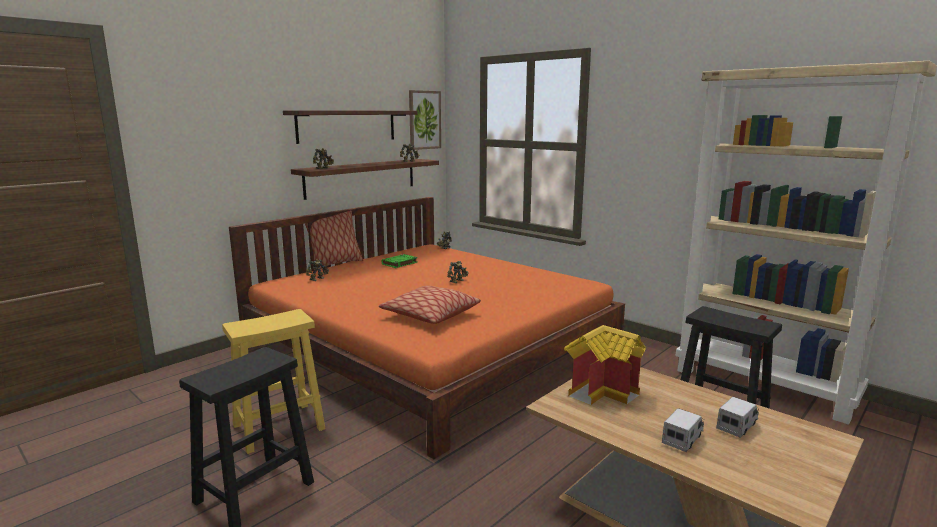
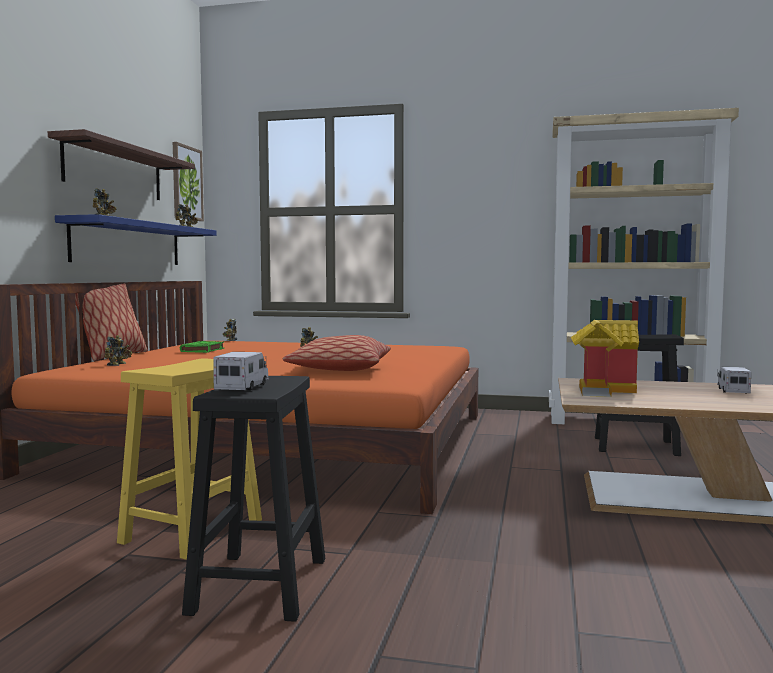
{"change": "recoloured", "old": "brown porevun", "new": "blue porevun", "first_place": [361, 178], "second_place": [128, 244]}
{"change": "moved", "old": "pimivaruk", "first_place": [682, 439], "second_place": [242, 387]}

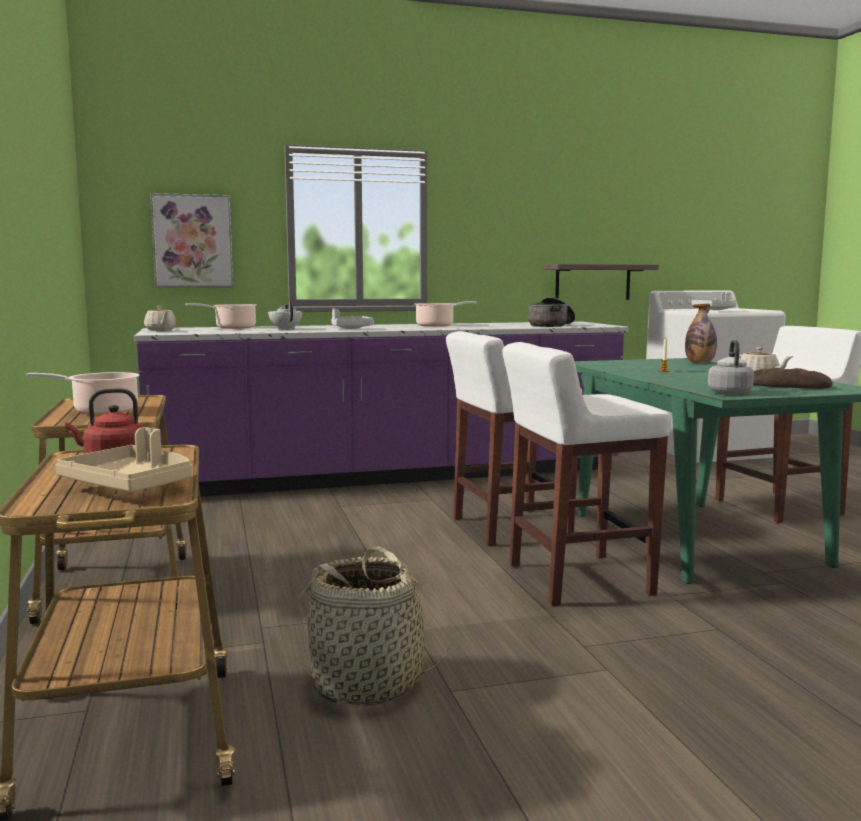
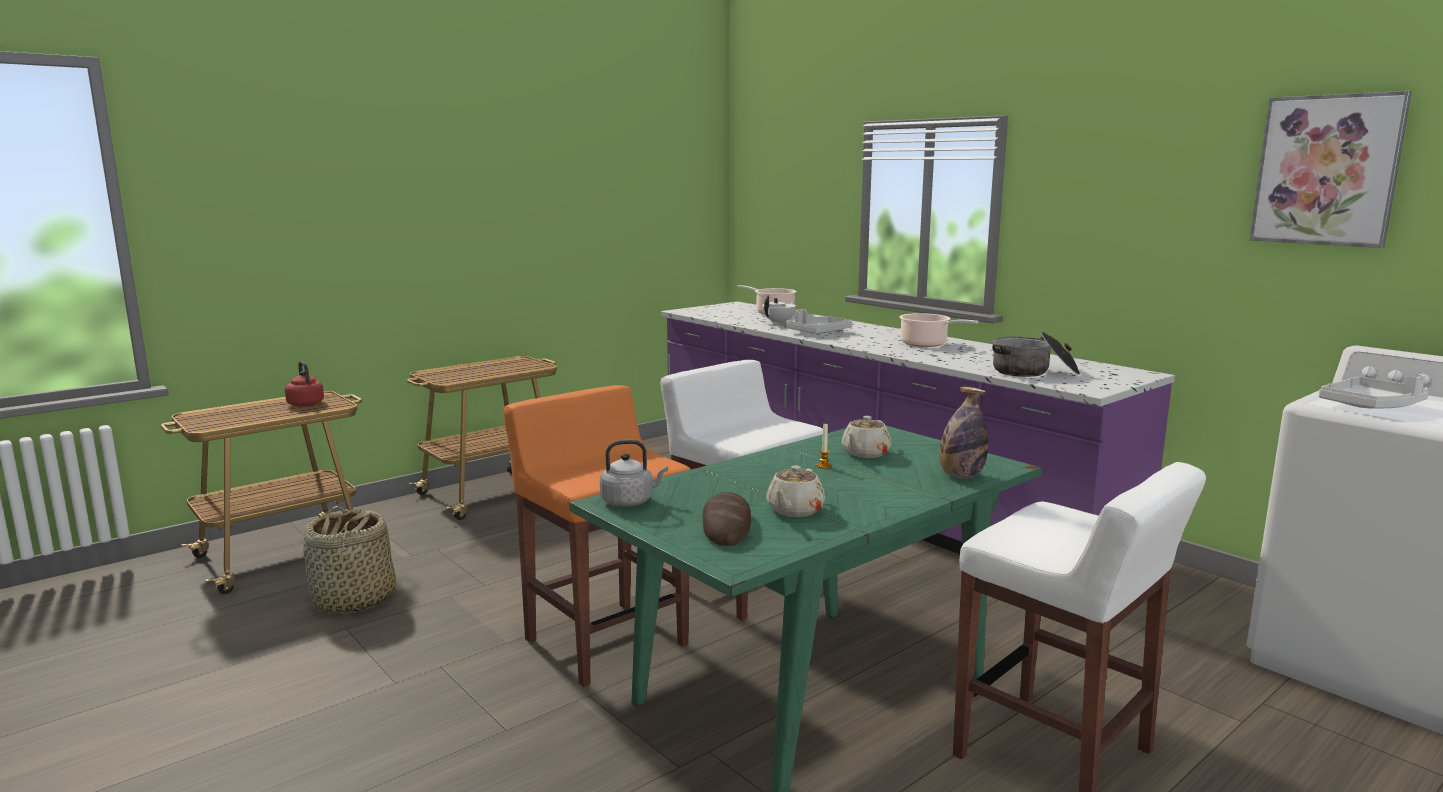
{"change": "removed", "old": "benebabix", "first_place": [101, 411]}
{"change": "removed", "old": "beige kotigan", "first_place": [131, 485]}
{"change": "moved", "old": "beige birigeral", "first_place": [160, 330], "second_place": [865, 453]}
{"change": "moved", "old": "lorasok", "first_place": [192, 241], "second_place": [1327, 170]}
{"change": "recoloured", "old": "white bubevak", "new": "orange bubevak", "first_place": [576, 579], "second_place": [605, 641]}
{"change": "removed", "old": "porevun", "first_place": [593, 282]}

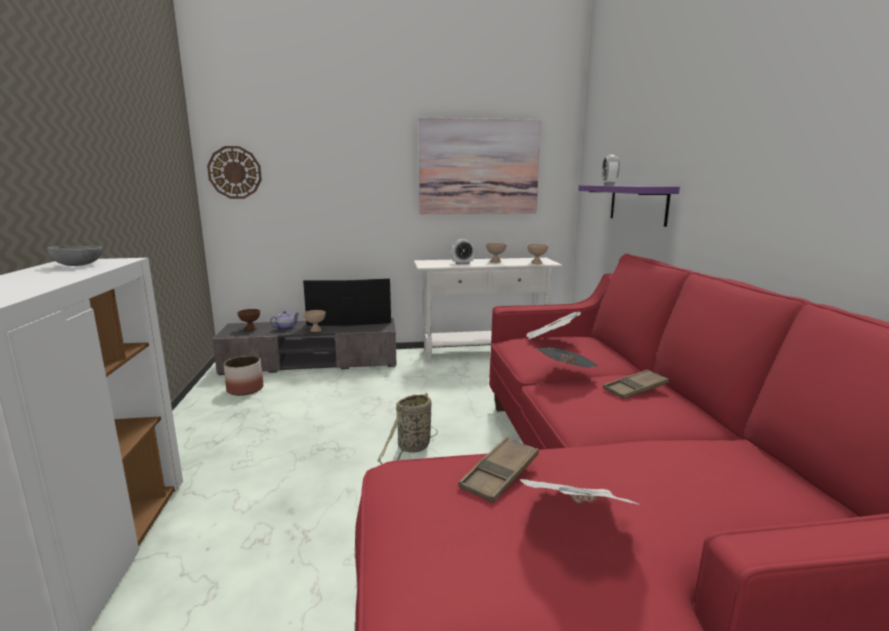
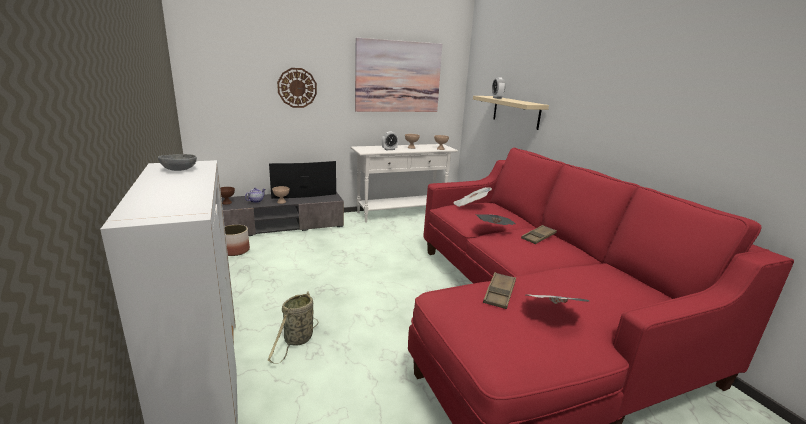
{"change": "moved", "old": "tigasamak", "first_place": [235, 172], "second_place": [297, 88]}
{"change": "moved", "old": "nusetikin", "first_place": [412, 448], "second_place": [297, 340]}
{"change": "recoloured", "old": "purple porevun", "new": "beige porevun", "first_place": [638, 204], "second_place": [516, 112]}

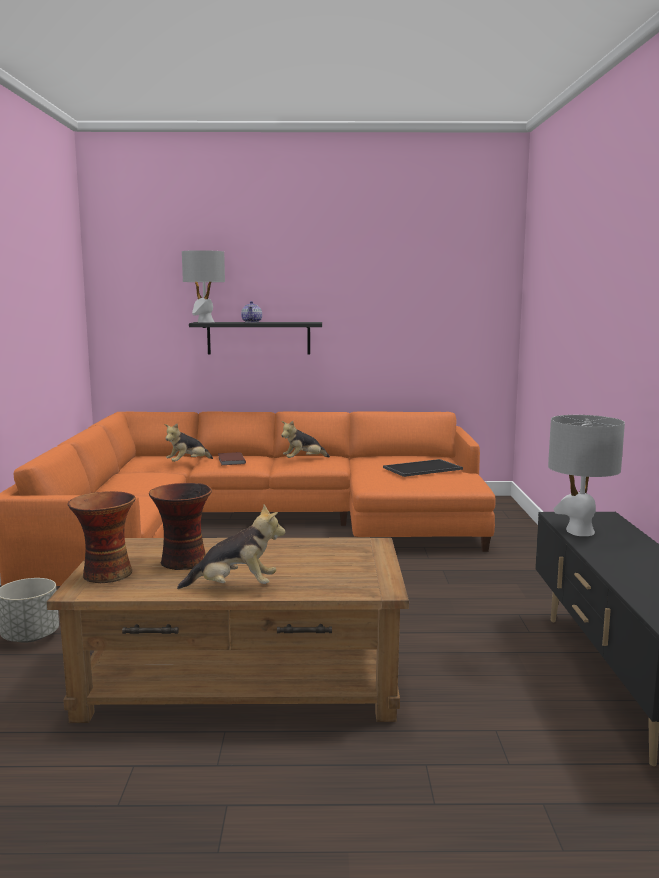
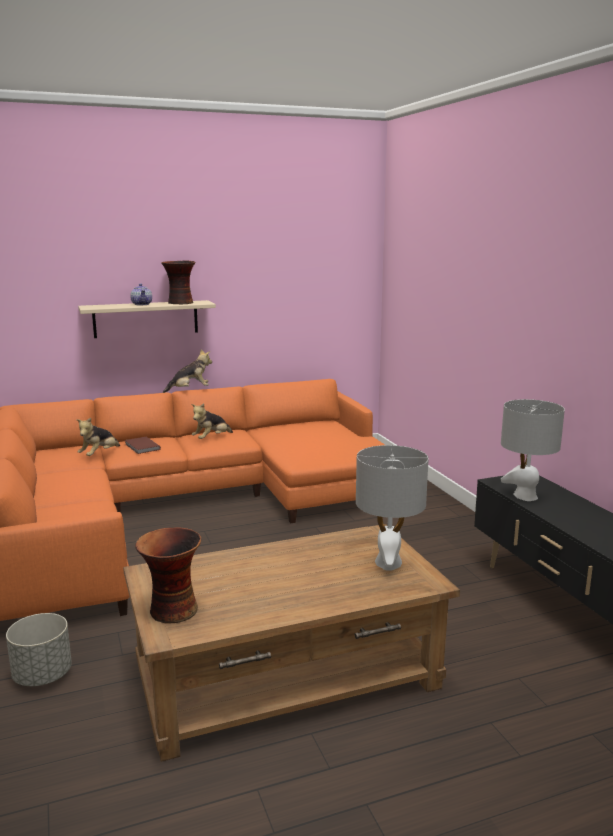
{"change": "moved", "old": "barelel", "first_place": [183, 562], "second_place": [180, 303]}
{"change": "moved", "old": "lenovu", "first_place": [235, 587], "second_place": [190, 390]}
{"change": "moved", "old": "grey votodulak", "first_place": [205, 322], "second_place": [388, 563]}
{"change": "recoloured", "old": "black porevun", "new": "beige porevun", "first_place": [258, 338], "second_place": [146, 319]}
{"change": "removed", "old": "kotigan", "first_place": [422, 469]}

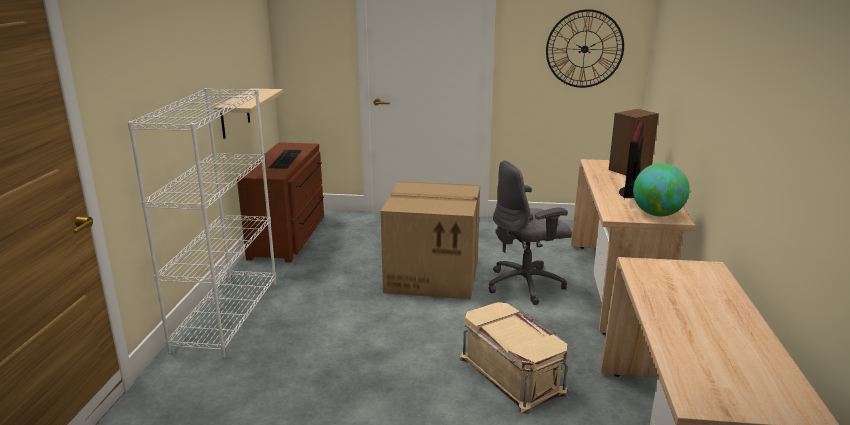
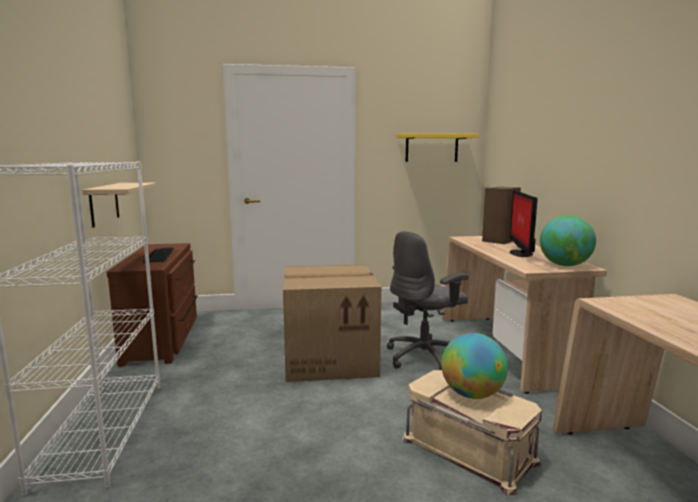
{"change": "replaced", "old": "tigasamak", "new": "yellow porevun", "first_place": [584, 49], "second_place": [431, 148]}
{"change": "added", "new": "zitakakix", "second_place": [472, 394]}

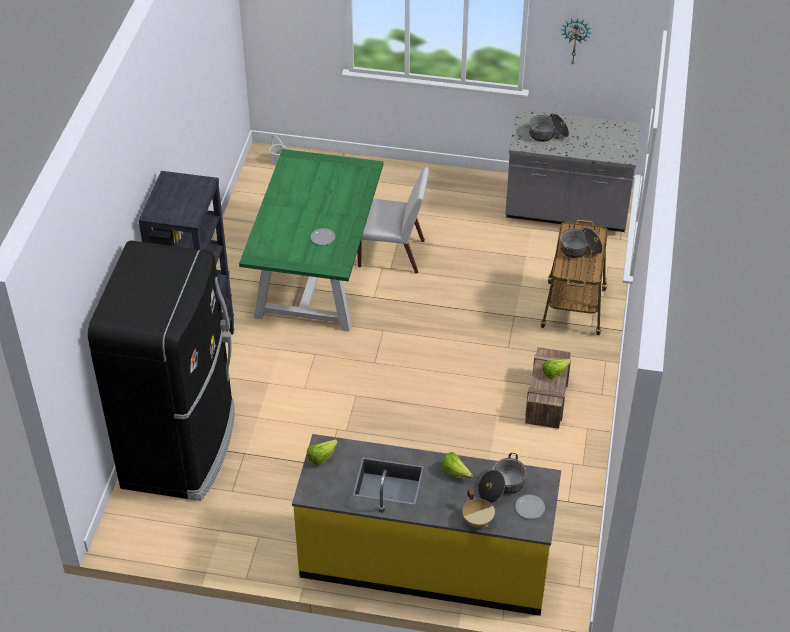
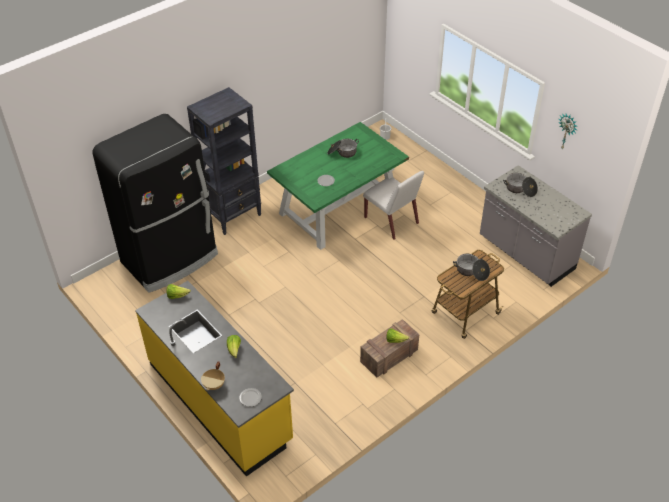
{"change": "moved", "old": "benebabix", "first_place": [502, 486], "second_place": [342, 152]}

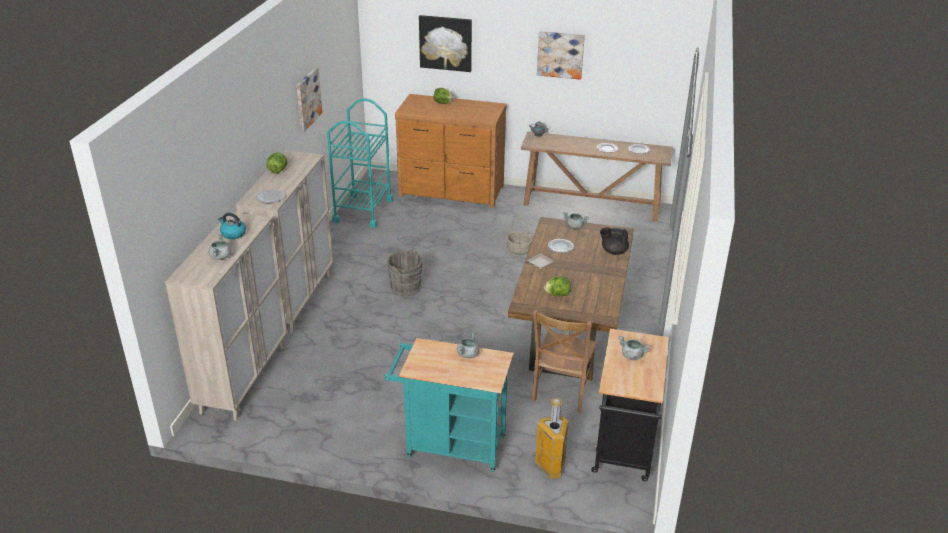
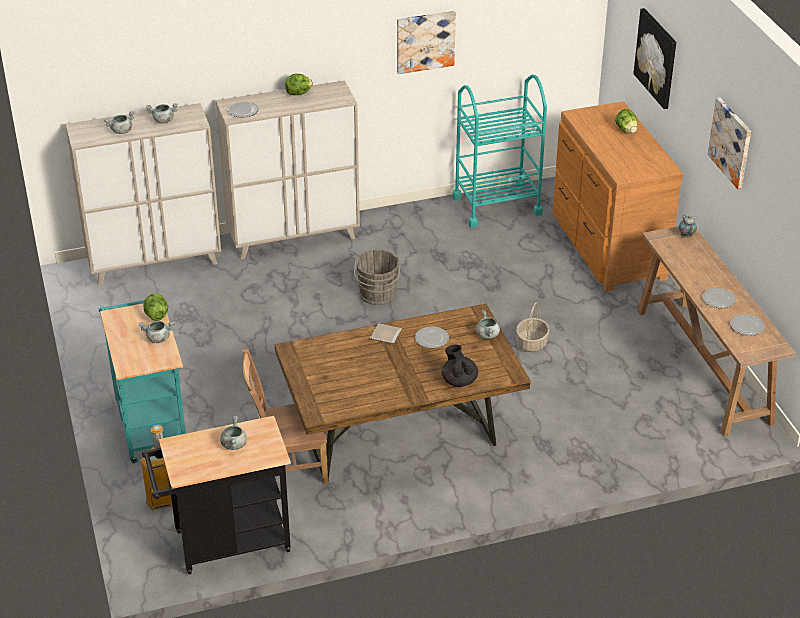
{"change": "replaced", "old": "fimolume", "new": "grey benebabix", "first_place": [233, 234], "second_place": [163, 120]}
{"change": "moved", "old": "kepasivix", "first_place": [557, 294], "second_place": [156, 315]}

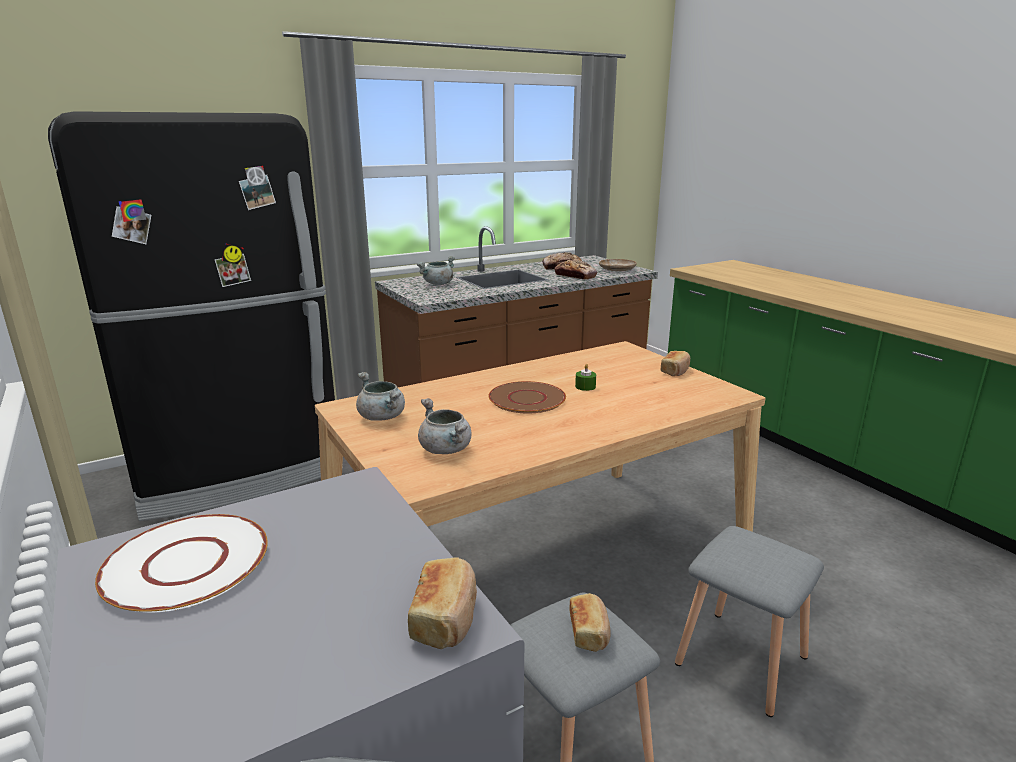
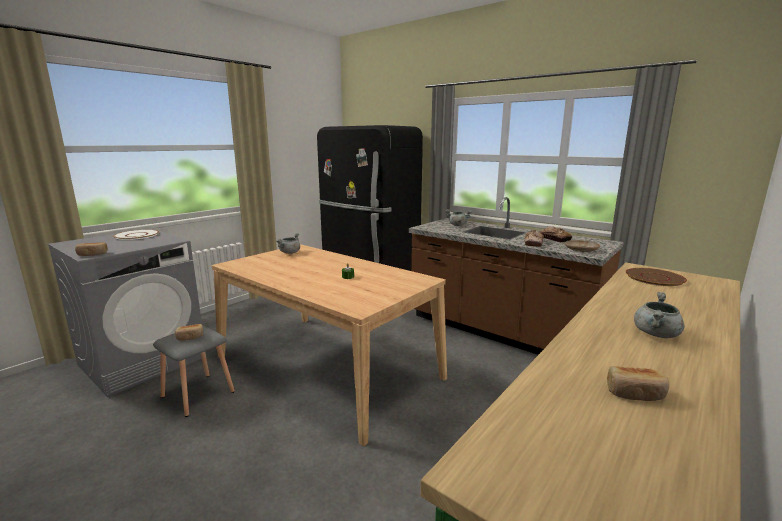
{"change": "moved", "old": "grey benebabix", "first_place": [446, 450], "second_place": [656, 334]}
{"change": "moved", "old": "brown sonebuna", "first_place": [526, 399], "second_place": [654, 278]}
{"change": "moved", "old": "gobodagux", "first_place": [675, 371], "second_place": [635, 393]}
{"change": "removed", "old": "grey bubevak", "first_place": [741, 662]}

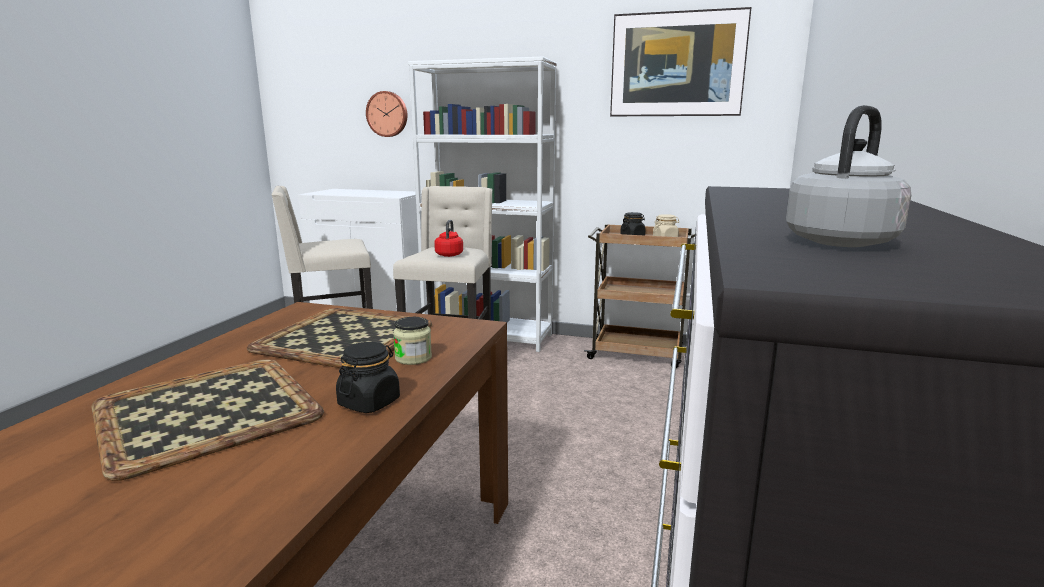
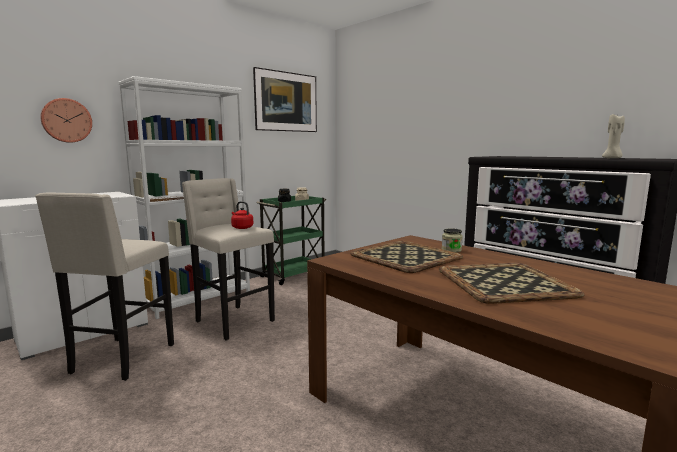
{"change": "removed", "old": "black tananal", "first_place": [369, 402]}
{"change": "recoloured", "old": "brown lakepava", "new": "green lakepava", "first_place": [638, 353], "second_place": [294, 274]}
{"change": "replaced", "old": "grey fimolume", "new": "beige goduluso", "first_place": [842, 241], "second_place": [612, 158]}

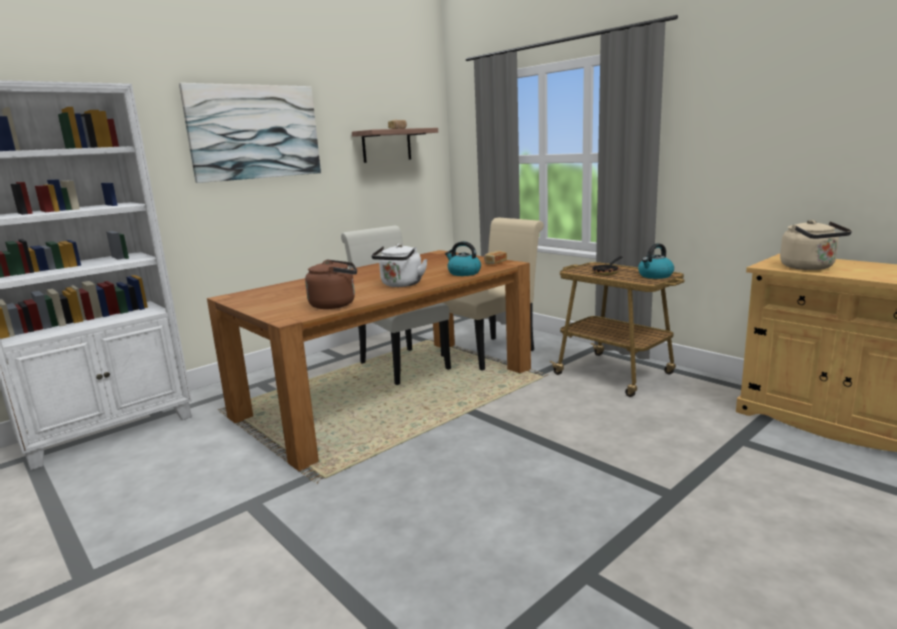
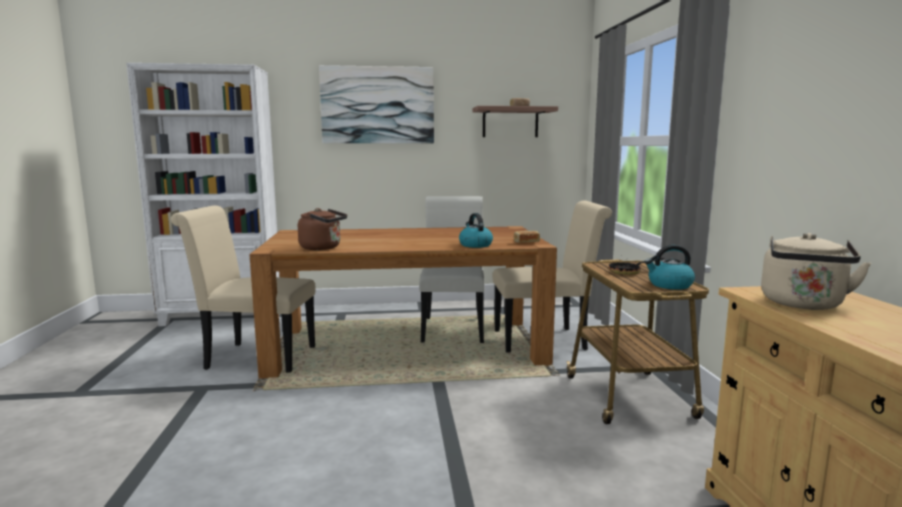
{"change": "removed", "old": "white fimolume", "first_place": [401, 285]}
{"change": "added", "new": "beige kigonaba", "second_place": [254, 357]}

